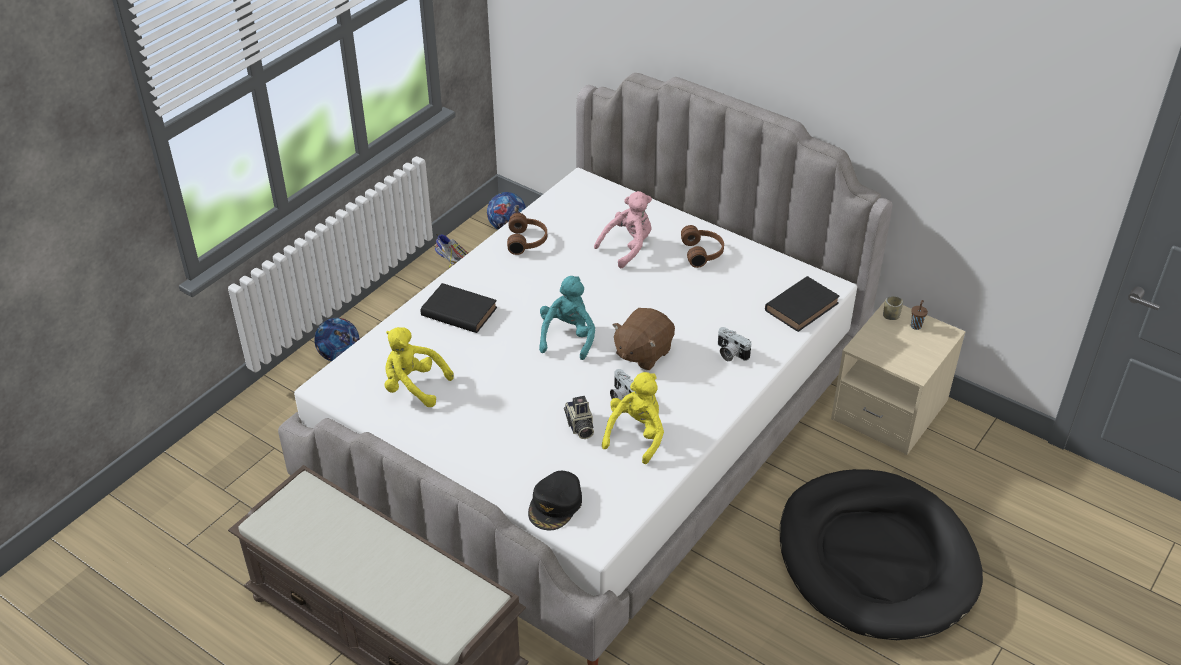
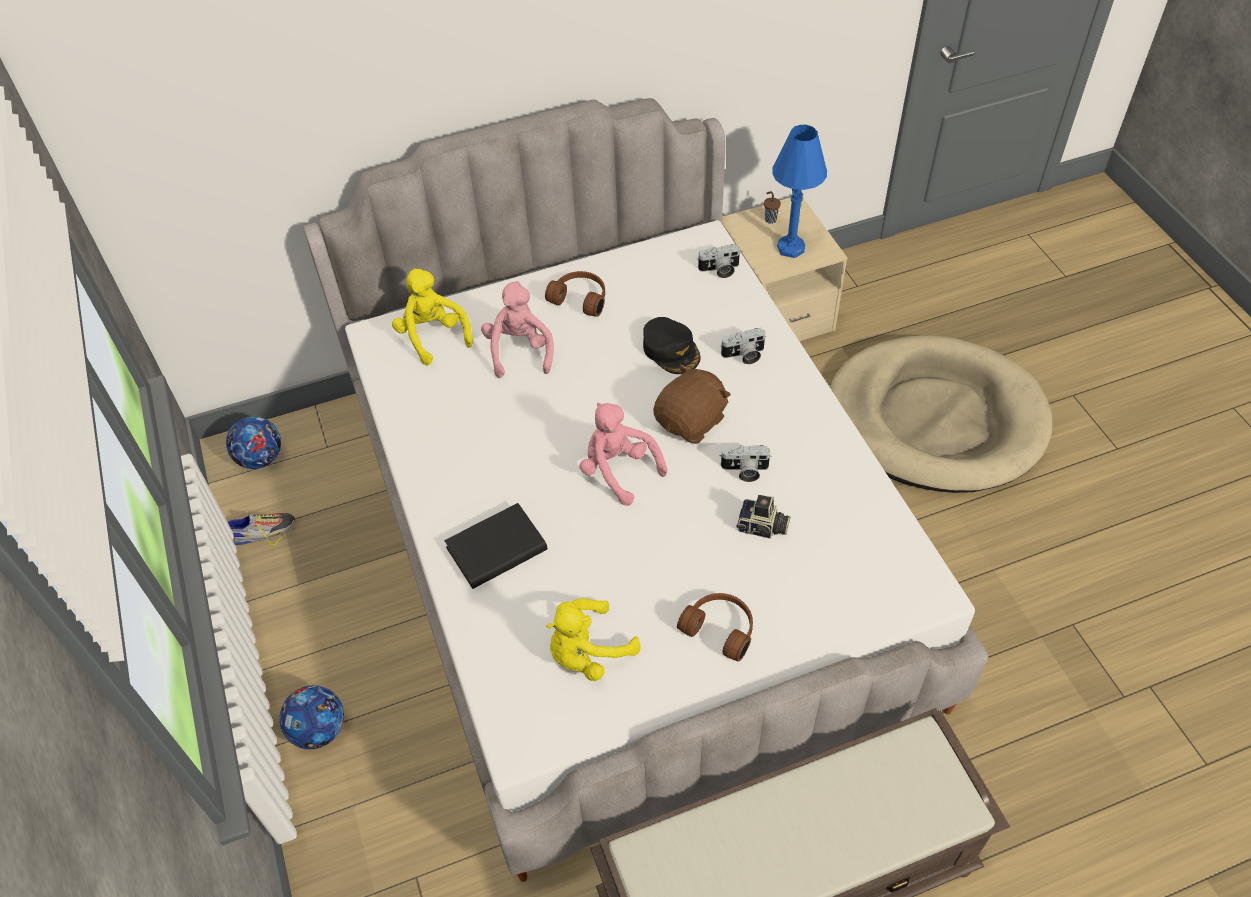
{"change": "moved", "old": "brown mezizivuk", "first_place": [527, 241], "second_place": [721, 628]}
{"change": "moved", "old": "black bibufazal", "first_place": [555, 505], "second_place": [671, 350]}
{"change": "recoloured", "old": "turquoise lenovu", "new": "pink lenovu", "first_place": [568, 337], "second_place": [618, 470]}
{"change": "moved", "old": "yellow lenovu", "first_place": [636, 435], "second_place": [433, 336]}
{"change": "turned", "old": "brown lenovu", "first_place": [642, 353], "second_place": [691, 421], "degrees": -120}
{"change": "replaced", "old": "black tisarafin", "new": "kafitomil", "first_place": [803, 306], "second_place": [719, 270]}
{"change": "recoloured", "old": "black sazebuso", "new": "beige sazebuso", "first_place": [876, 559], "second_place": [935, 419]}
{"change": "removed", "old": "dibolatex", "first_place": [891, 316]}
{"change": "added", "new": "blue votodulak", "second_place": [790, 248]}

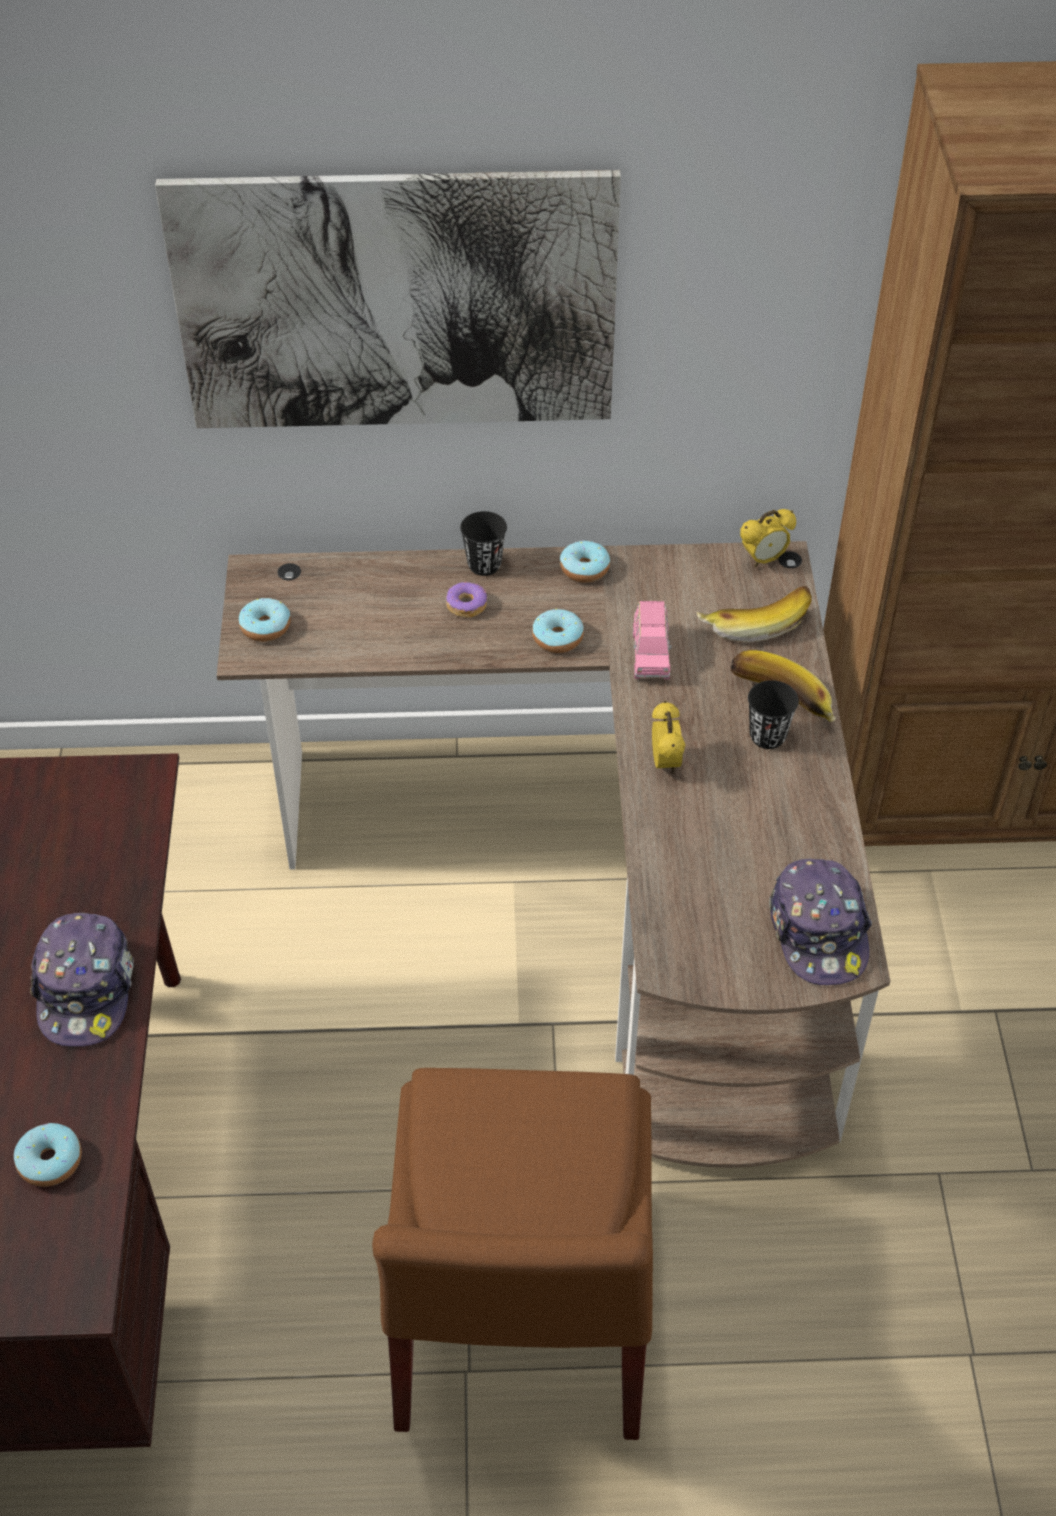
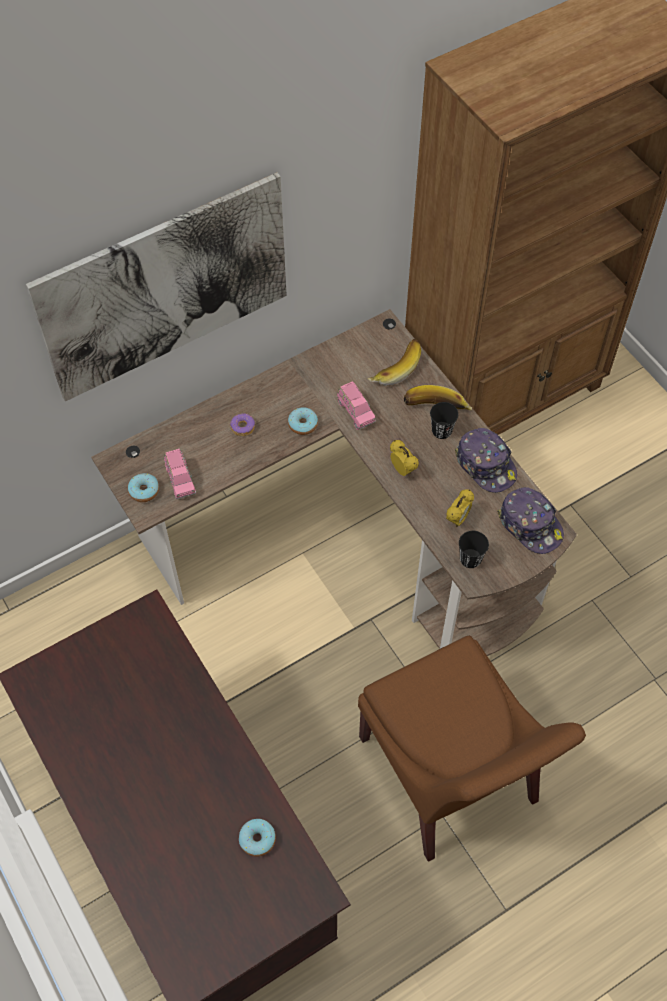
{"change": "moved", "old": "bibufazal", "first_place": [86, 989], "second_place": [486, 465]}
{"change": "moved", "old": "black dibolatex", "first_place": [484, 565], "second_place": [470, 559]}
{"change": "removed", "old": "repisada", "first_place": [584, 569]}
{"change": "moved", "old": "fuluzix", "first_place": [763, 560], "second_place": [457, 519]}
{"change": "added", "new": "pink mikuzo", "second_place": [180, 480]}

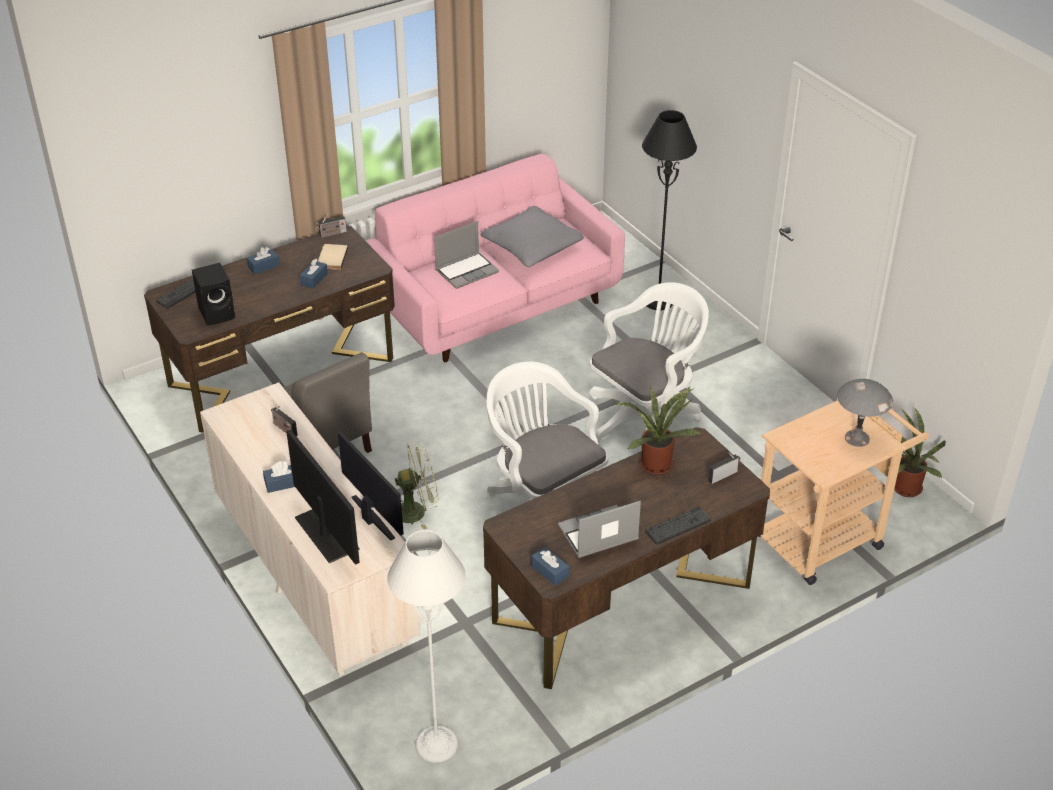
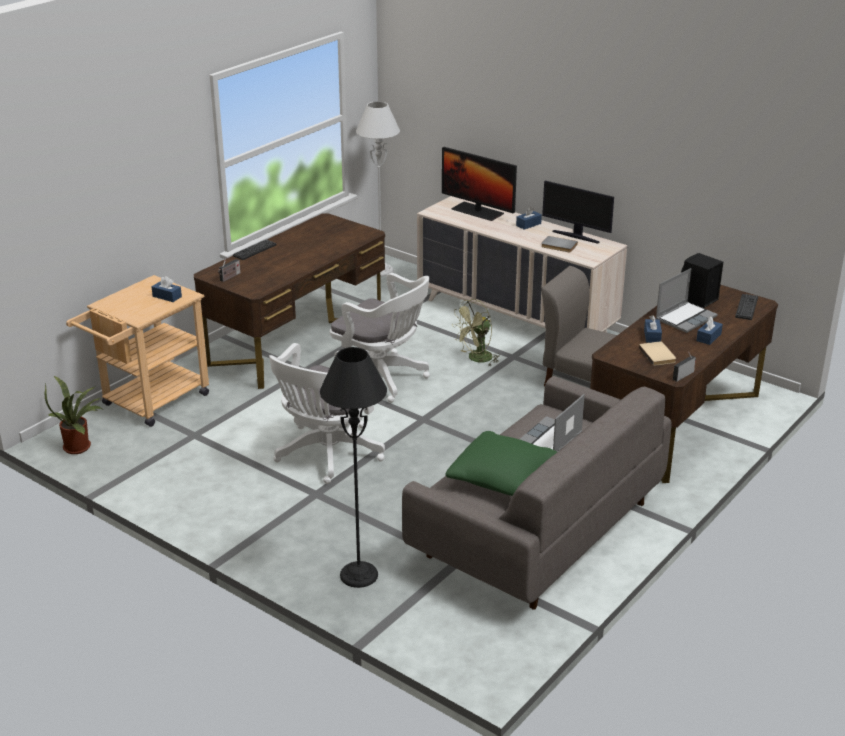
{"change": "replaced", "old": "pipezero", "new": "grey tisarafin", "first_place": [284, 429], "second_place": [558, 246]}
{"change": "moved", "old": "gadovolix", "first_place": [370, 518], "second_place": [576, 236]}
{"change": "recoloured", "old": "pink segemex", "new": "grey segemex", "first_place": [495, 304], "second_place": [537, 529]}
{"change": "recoloured", "old": "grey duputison", "new": "green duputison", "first_place": [532, 247], "second_place": [502, 478]}
{"change": "moved", "old": "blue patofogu", "first_place": [550, 571], "second_place": [167, 296]}
{"change": "moved", "old": "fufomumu", "first_place": [597, 534], "second_place": [685, 318]}
{"change": "removed", "old": "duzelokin", "first_place": [656, 462]}
{"change": "removed", "old": "grey votodulak", "first_place": [856, 438]}

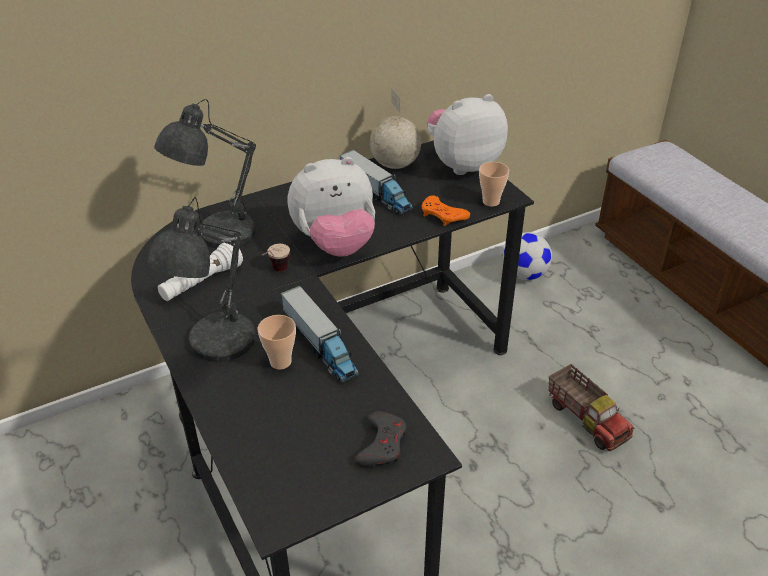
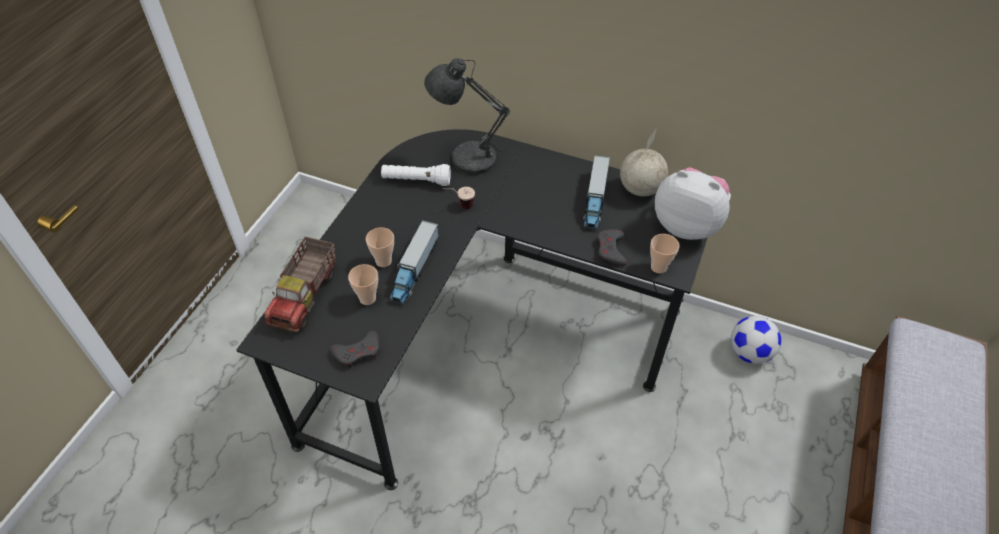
{"change": "removed", "old": "grey votodulak", "first_place": [216, 344]}
{"change": "removed", "old": "lenovu", "first_place": [335, 244]}
{"change": "recoloured", "old": "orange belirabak", "new": "grey belirabak", "first_place": [443, 215], "second_place": [611, 250]}
{"change": "moved", "old": "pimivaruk", "first_place": [587, 419], "second_place": [306, 296]}
{"change": "added", "new": "dibolatex", "second_place": [367, 298]}

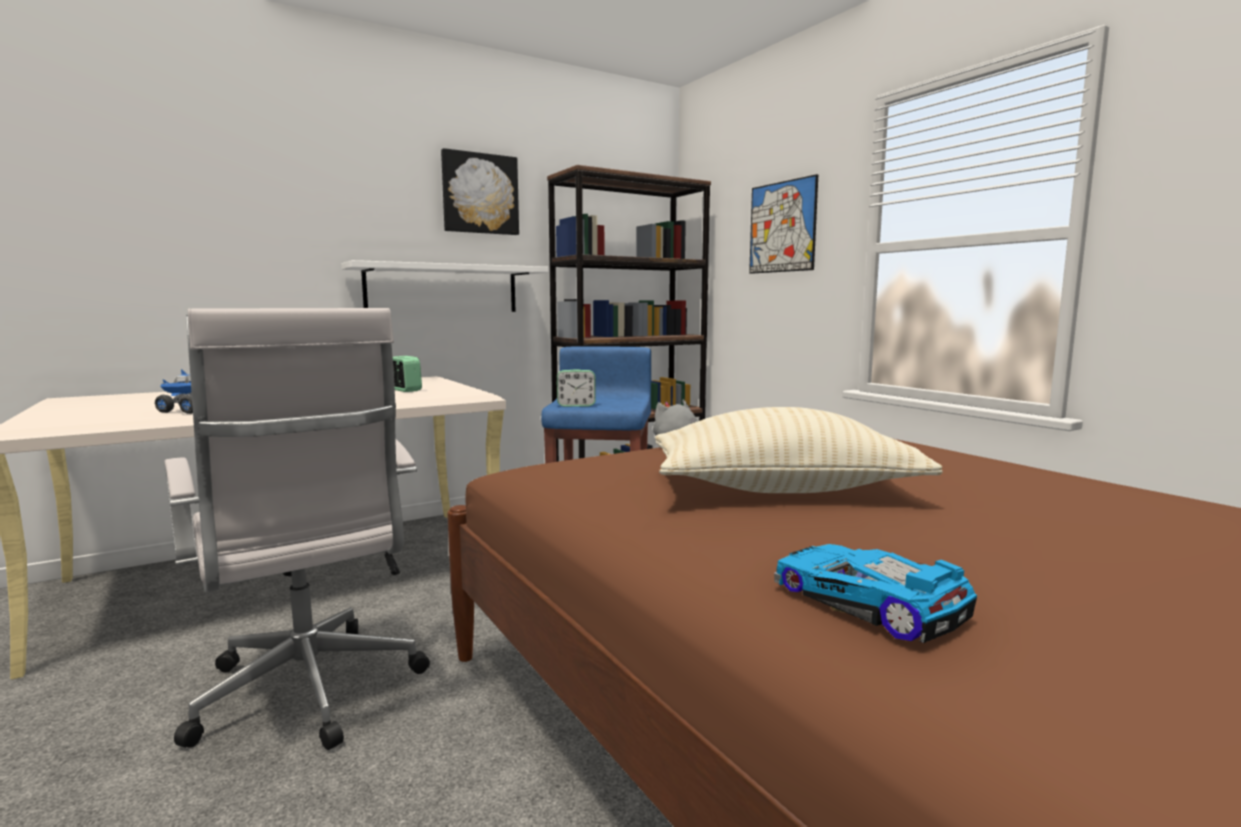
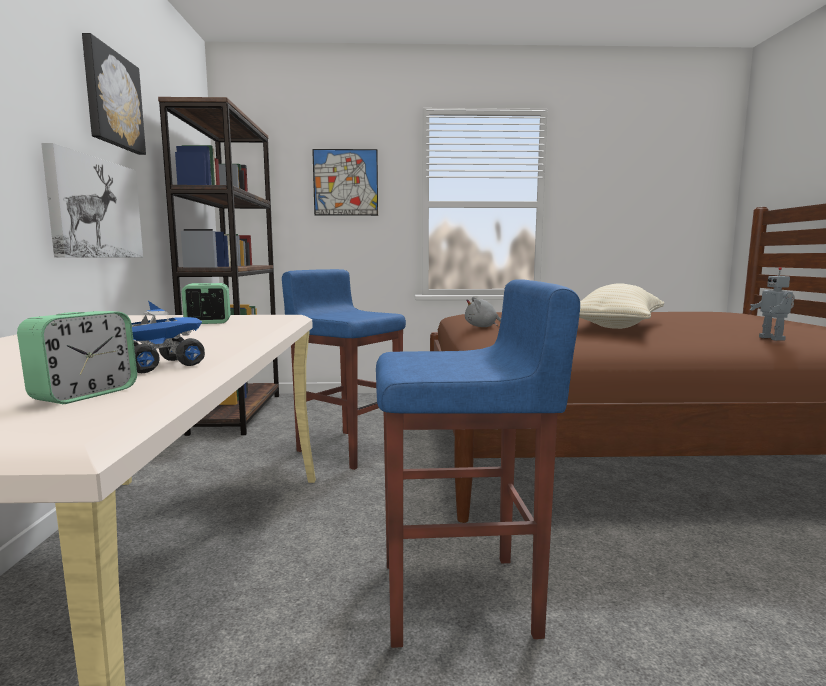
{"change": "replaced", "old": "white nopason", "new": "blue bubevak", "first_place": [310, 695], "second_place": [461, 599]}
{"change": "replaced", "old": "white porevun", "new": "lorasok", "first_place": [442, 289], "second_place": [94, 208]}
{"change": "moved", "old": "fuluzix", "first_place": [576, 405], "second_place": [85, 394]}
{"change": "replaced", "old": "mikuzo", "new": "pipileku", "first_place": [866, 602], "second_place": [773, 338]}

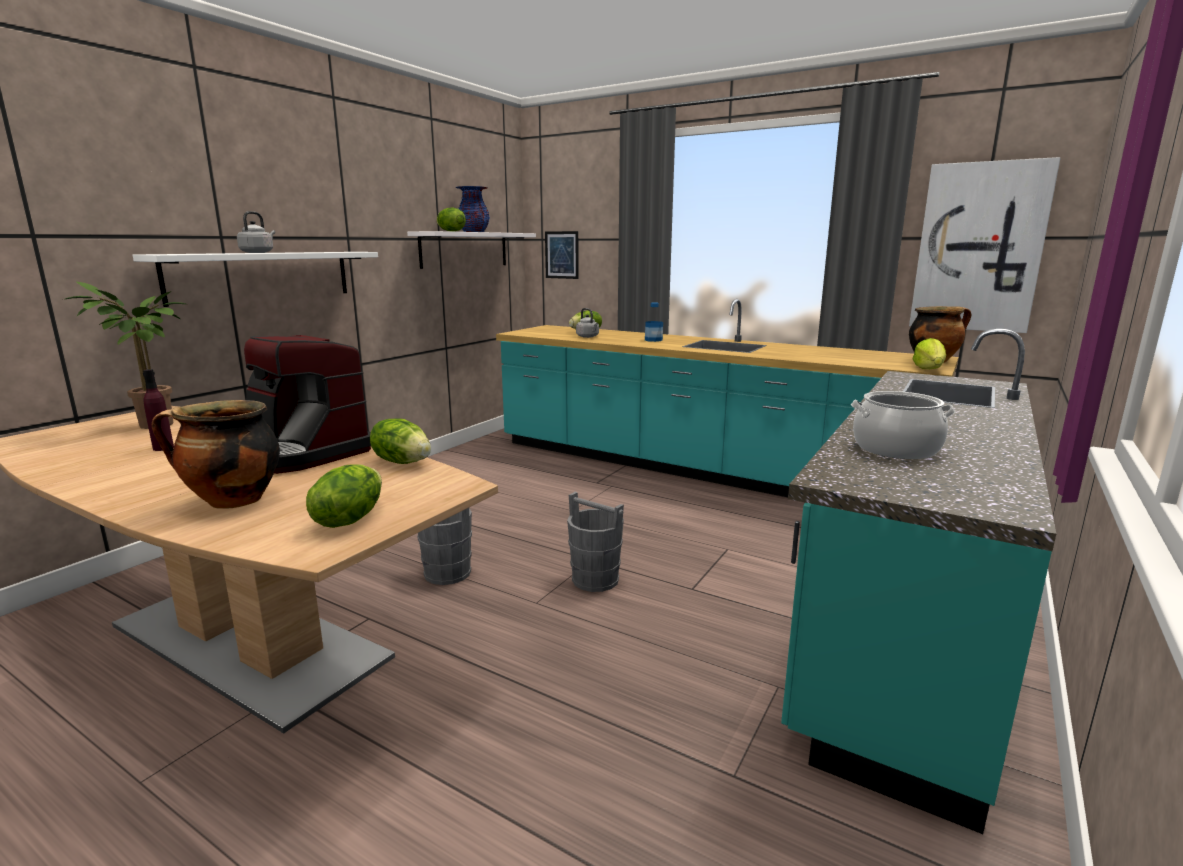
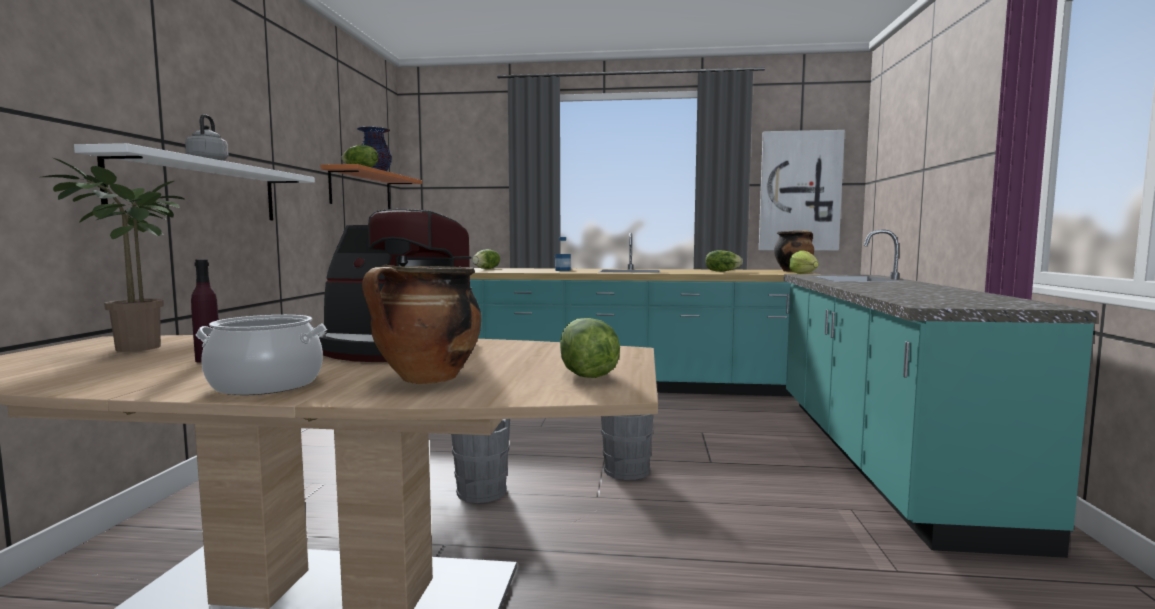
{"change": "moved", "old": "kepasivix", "first_place": [403, 461], "second_place": [722, 271]}
{"change": "recoloured", "old": "white porevun", "new": "orange porevun", "first_place": [464, 249], "second_place": [361, 190]}
{"change": "removed", "old": "lorasok", "first_place": [562, 255]}
{"change": "removed", "old": "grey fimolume", "first_place": [588, 337]}
{"change": "moved", "old": "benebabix", "first_place": [896, 449], "second_place": [266, 384]}

